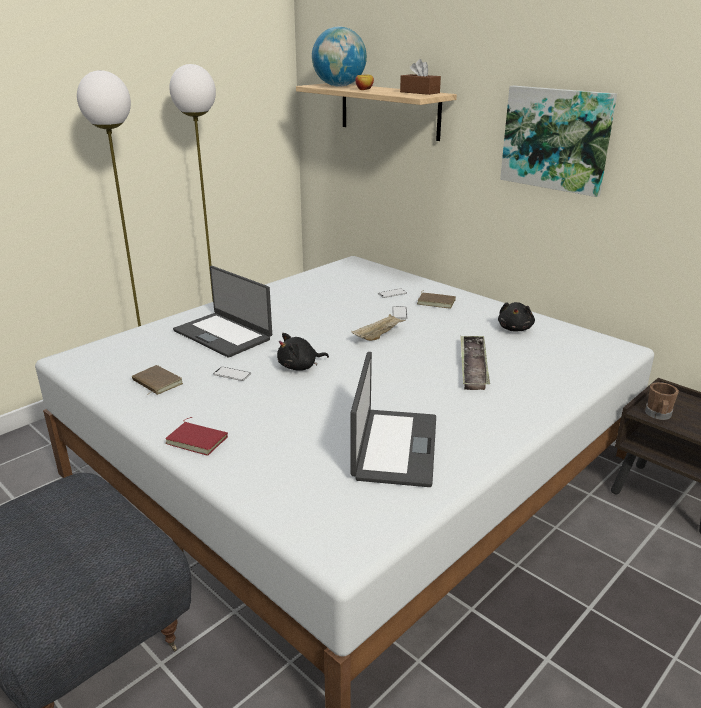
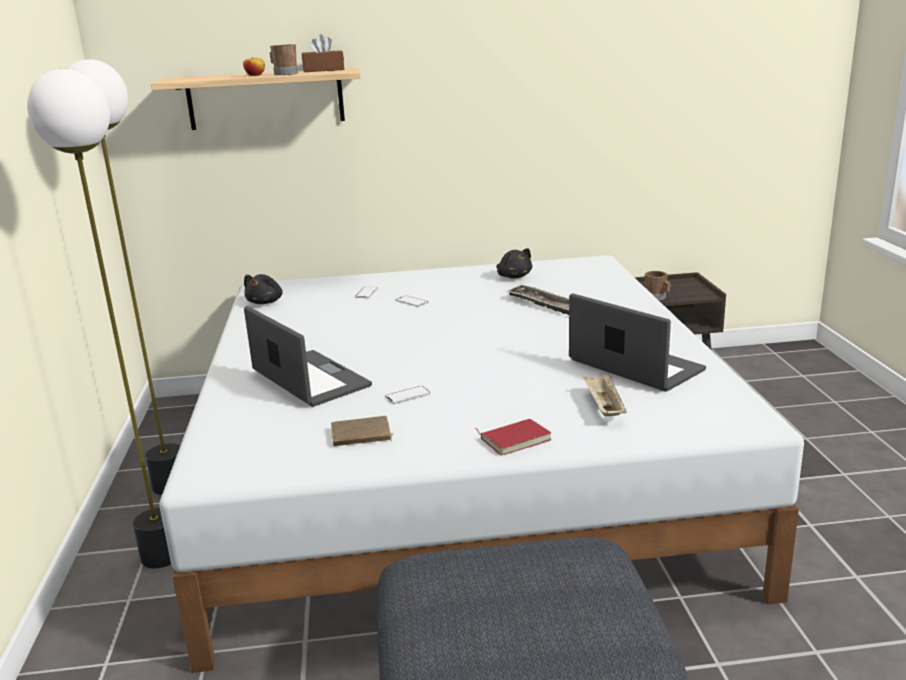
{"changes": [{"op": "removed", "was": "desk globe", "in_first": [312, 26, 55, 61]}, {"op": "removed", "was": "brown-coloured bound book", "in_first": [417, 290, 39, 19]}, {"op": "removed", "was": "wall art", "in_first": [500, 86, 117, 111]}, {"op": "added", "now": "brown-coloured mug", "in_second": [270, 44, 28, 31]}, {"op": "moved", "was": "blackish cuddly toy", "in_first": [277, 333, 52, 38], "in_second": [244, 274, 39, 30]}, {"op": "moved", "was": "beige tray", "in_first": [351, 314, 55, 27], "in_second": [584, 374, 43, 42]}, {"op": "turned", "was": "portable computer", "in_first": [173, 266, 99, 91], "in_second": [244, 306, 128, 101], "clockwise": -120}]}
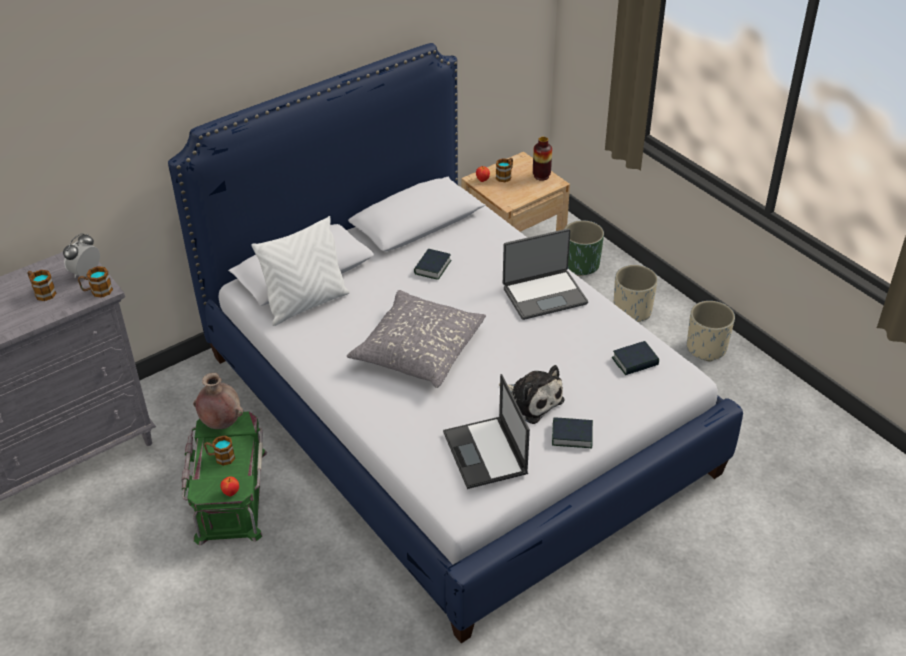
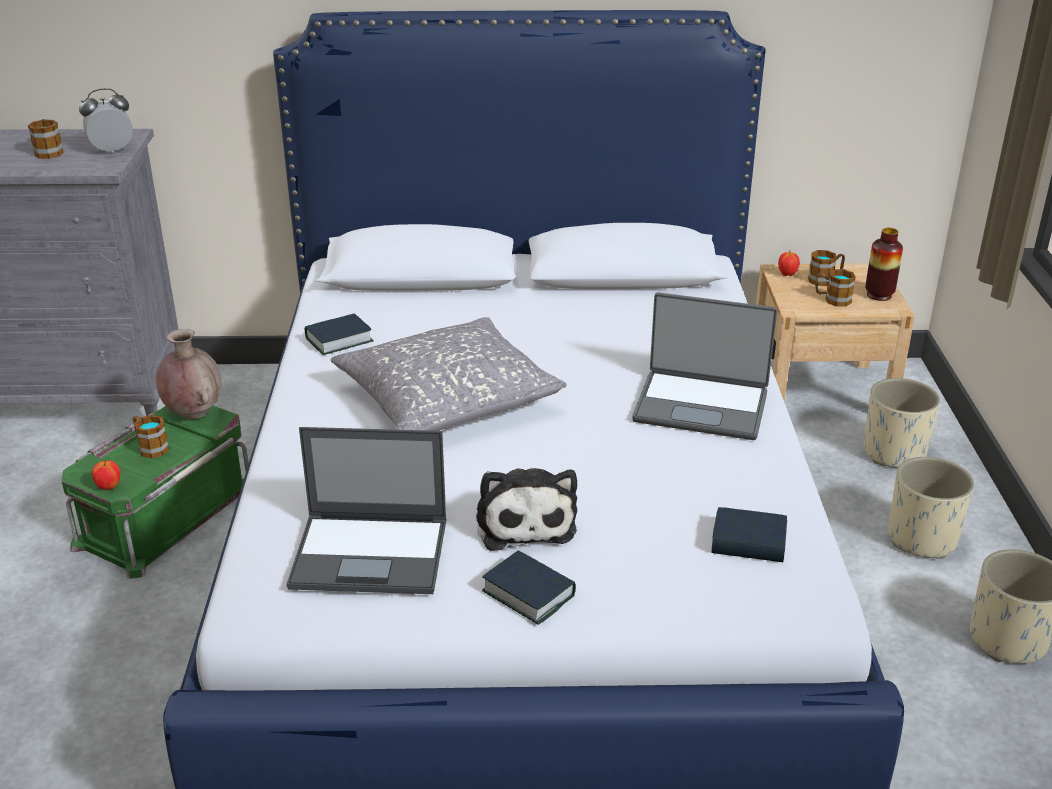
{"changes": [{"op": "removed", "was": "white-coloured cushion", "in_first": [252, 216, 98, 110]}, {"op": "moved", "was": "mug", "in_first": [78, 266, 35, 32], "in_second": [815, 269, 41, 37]}, {"op": "moved", "was": "bound book", "in_first": [414, 249, 38, 31], "in_second": [305, 313, 68, 42]}, {"op": "recoloured", "was": "greenish plant pot", "now": "beige plant pot", "in_first": [564, 220, 40, 56], "in_second": [864, 378, 76, 90]}, {"op": "turned", "was": "portable computer", "in_first": [443, 374, 87, 115], "in_second": [287, 427, 159, 167], "clockwise": -105}]}
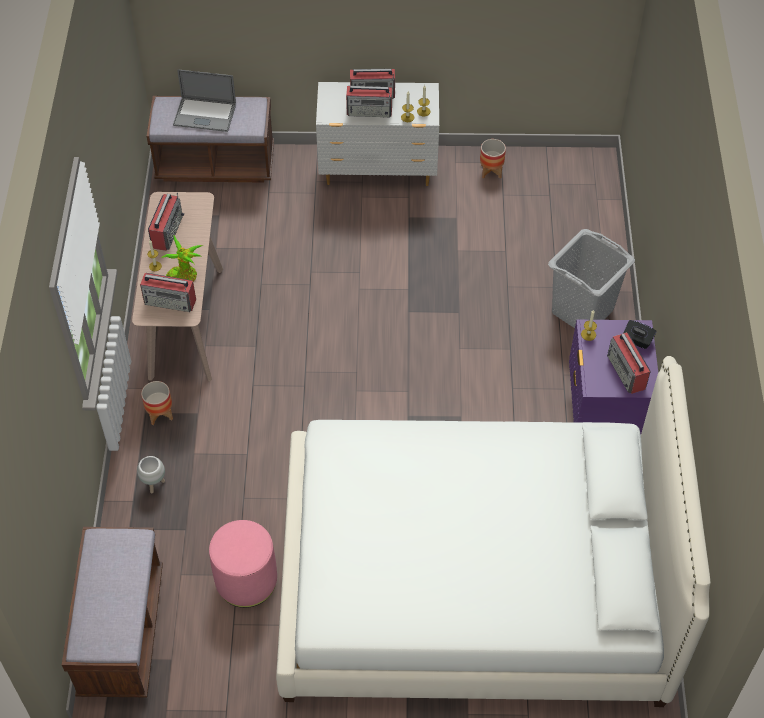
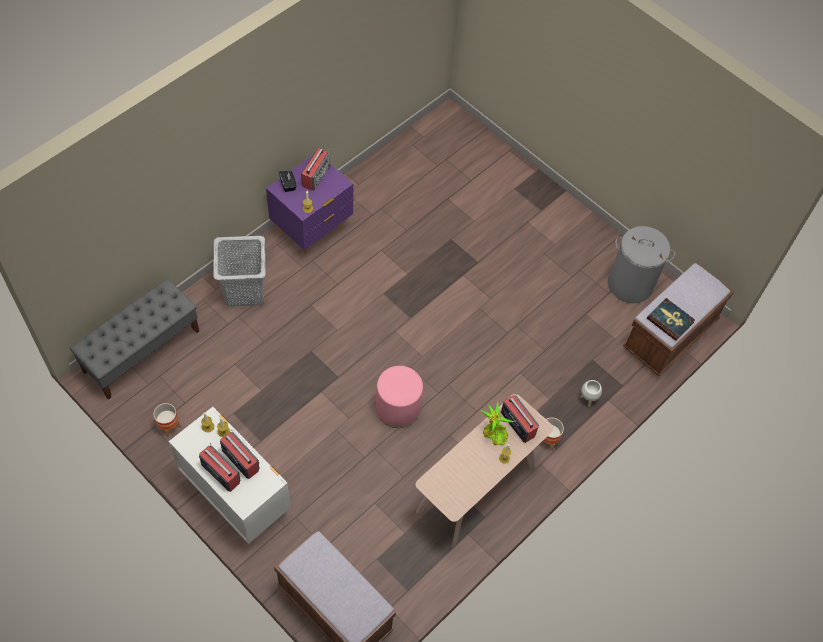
{"changes": [{"op": "removed", "was": "radio receiver", "in_first": [148, 193, 36, 58]}, {"op": "removed", "was": "portable computer", "in_first": [173, 69, 63, 63]}, {"op": "removed", "was": "white-coloured bedroom bed", "in_first": [276, 356, 434, 351]}, {"op": "added", "now": "grey bench", "in_second": [70, 279, 129, 121]}, {"op": "added", "now": "grey laundry basket", "in_second": [608, 226, 67, 77]}, {"op": "added", "now": "bound book", "in_second": [647, 298, 48, 43]}, {"op": "moved", "was": "pink-coloured ottoman", "in_first": [209, 520, 68, 88], "in_second": [376, 366, 47, 62]}]}
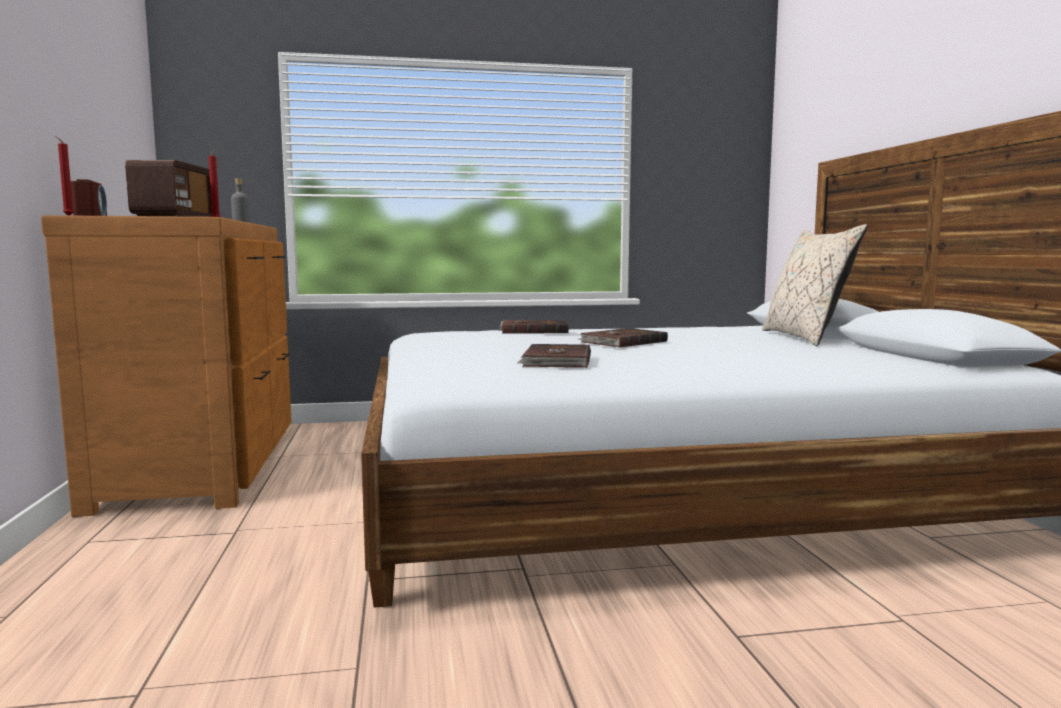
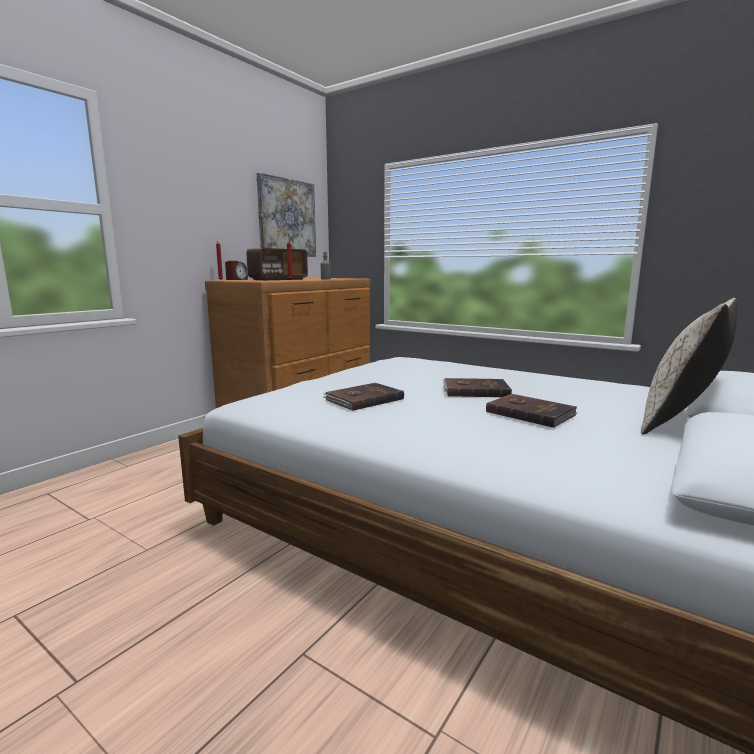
{"changes": [{"op": "added", "now": "wall art", "in_second": [256, 173, 60, 84]}, {"op": "moved", "was": "brown-coloured bound book", "in_first": [499, 319, 70, 14], "in_second": [486, 394, 91, 34]}]}
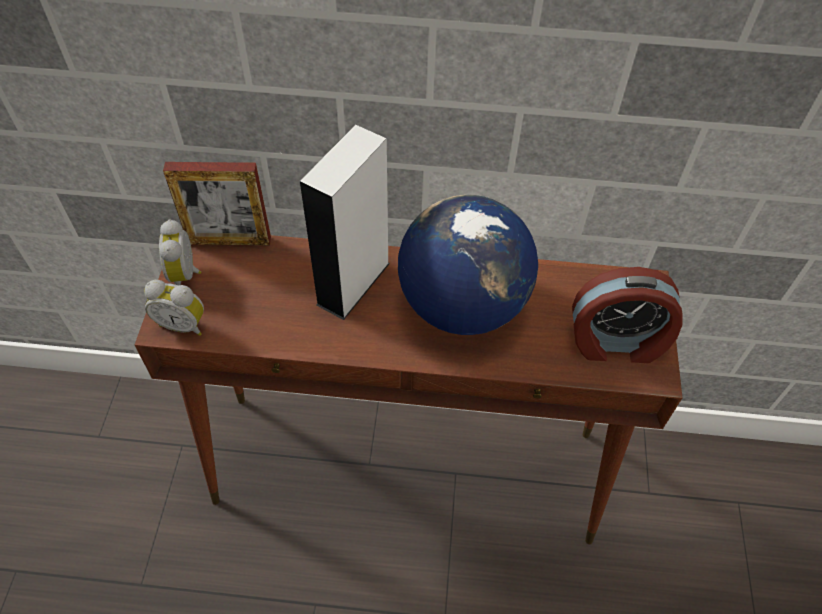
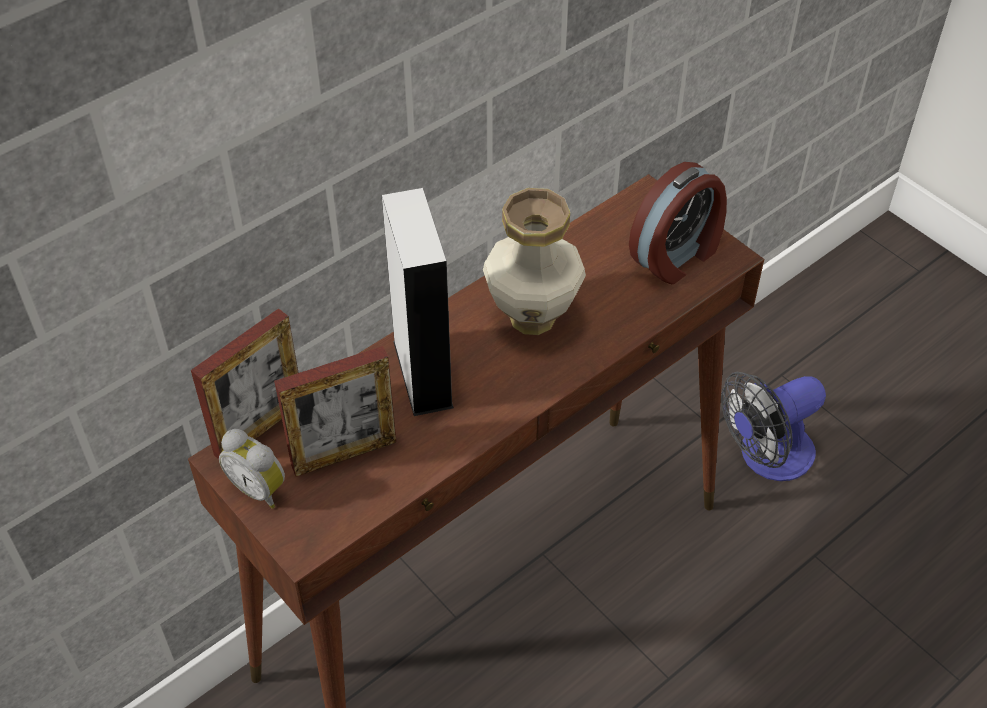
{"changes": [{"op": "removed", "was": "alarm clock", "in_first": [144, 280, 60, 56]}, {"op": "added", "now": "photo frame", "in_second": [274, 346, 122, 131]}, {"op": "added", "now": "cooling fan", "in_second": [721, 372, 105, 109]}, {"op": "replaced", "was": "desk globe", "now": "vase", "in_first": [398, 195, 140, 140], "in_second": [483, 188, 103, 147]}]}
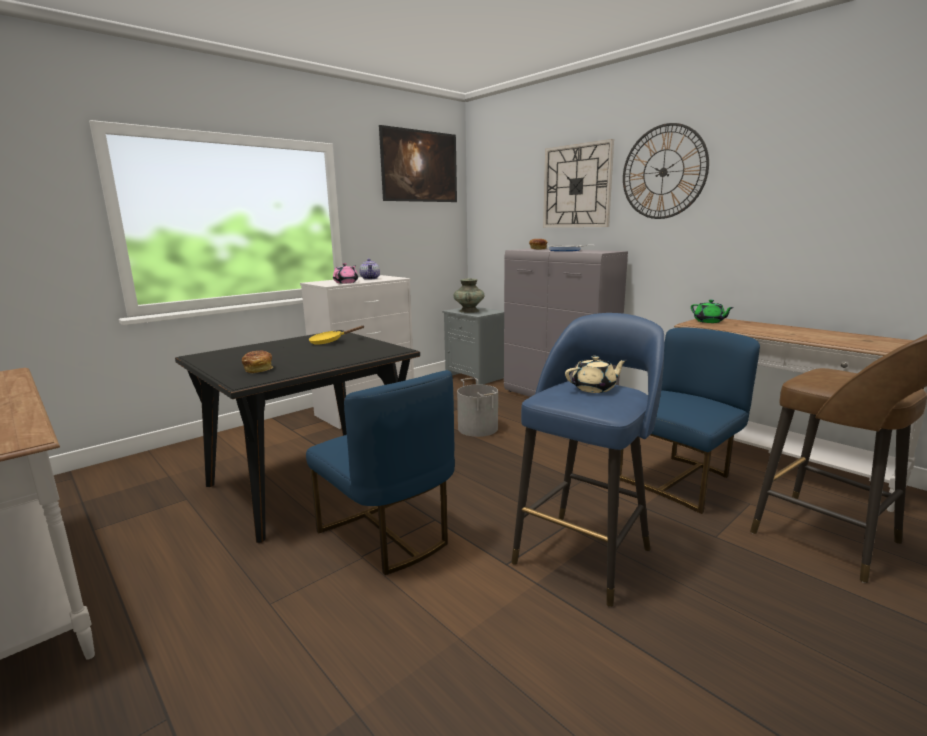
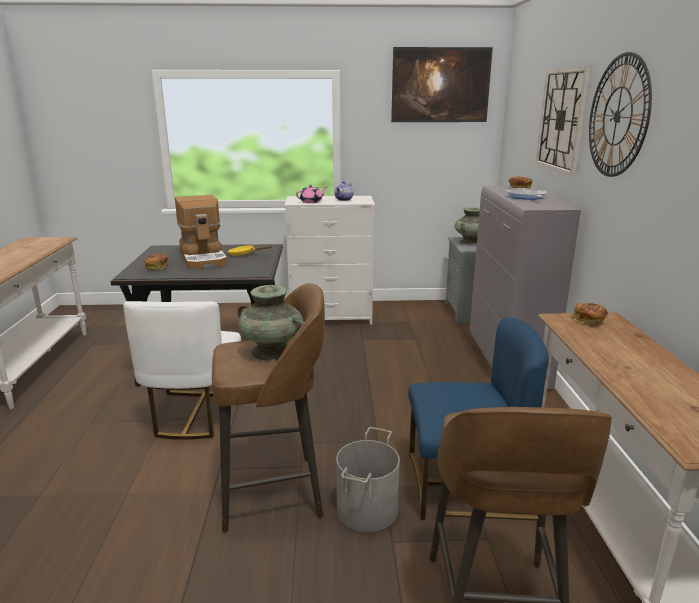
{"changes": [{"op": "added", "now": "coffee machine", "in_second": [175, 195, 52, 74]}, {"op": "moved", "was": "grey pail", "in_first": [457, 378, 41, 59], "in_second": [336, 427, 64, 105]}, {"op": "replaced", "was": "beige tea pot", "now": "blue-green vase", "in_first": [565, 356, 62, 37], "in_second": [237, 285, 67, 76]}, {"op": "replaced", "was": "greenish tea pot", "now": "baked bread", "in_first": [691, 300, 43, 23], "in_second": [574, 303, 34, 22]}, {"op": "recoloured", "was": "blue plain chair", "now": "white-coloured plain chair", "in_first": [306, 370, 149, 205], "in_second": [123, 301, 118, 139]}, {"op": "recoloured", "was": "blue sitting stool", "now": "brown-coloured sitting stool", "in_first": [511, 313, 154, 294], "in_second": [212, 283, 113, 250]}]}
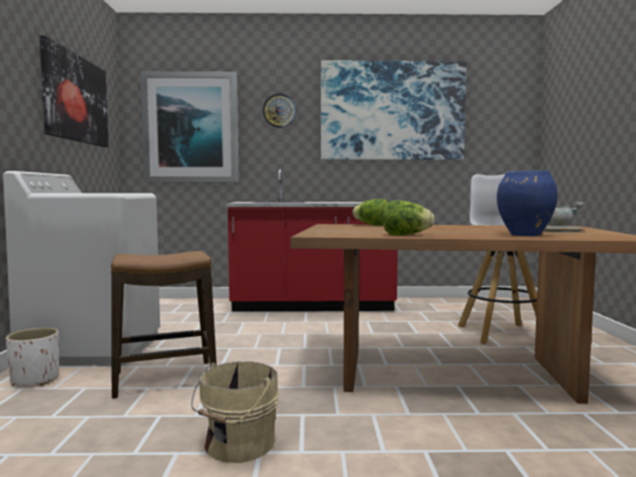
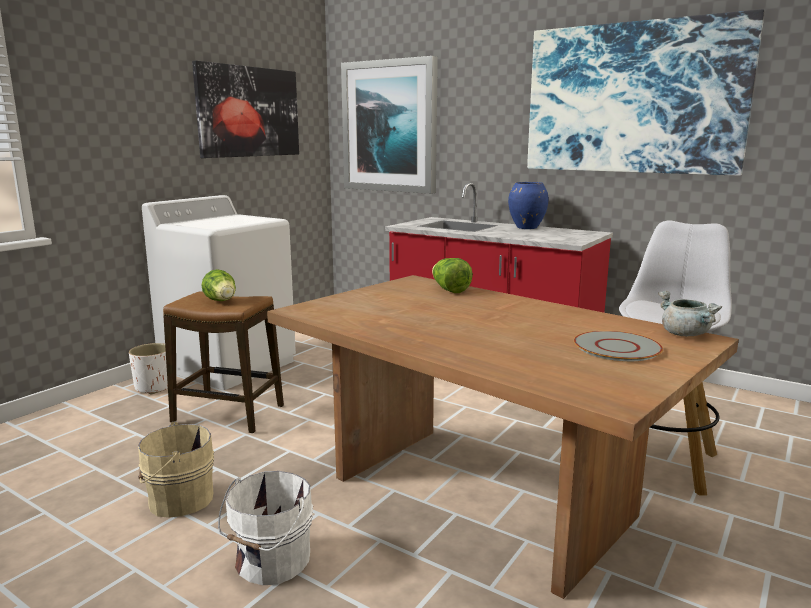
{"changes": [{"op": "removed", "was": "wall clock", "in_first": [263, 94, 33, 34]}, {"op": "added", "now": "white-coloured pail", "in_second": [218, 471, 95, 114]}, {"op": "moved", "was": "head of lettuce", "in_first": [383, 200, 52, 36], "in_second": [201, 269, 35, 32]}, {"op": "moved", "was": "blue vase", "in_first": [497, 170, 61, 66], "in_second": [508, 182, 41, 47]}]}
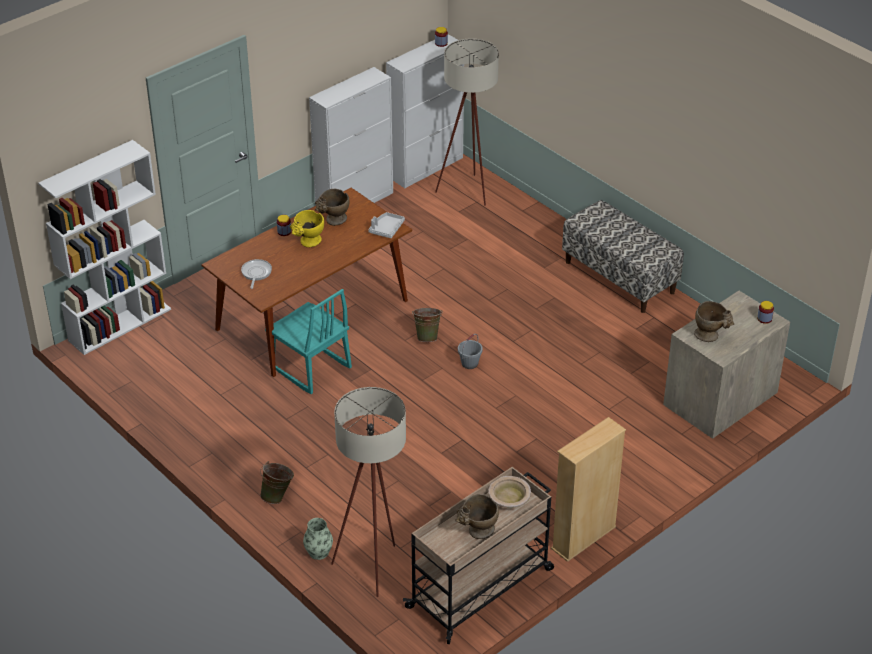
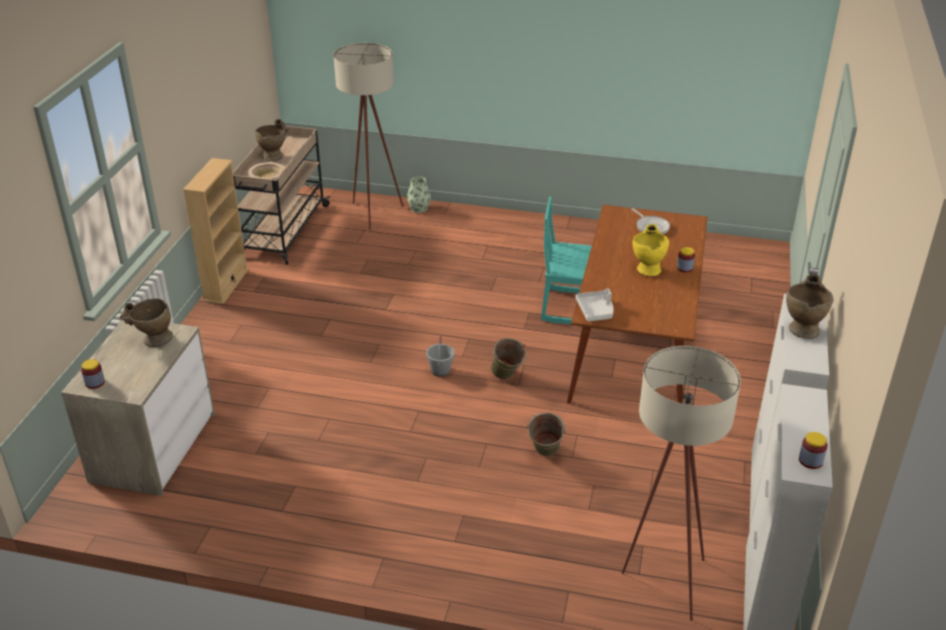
{"changes": [{"op": "removed", "was": "white-coloured bookshelf", "in_first": [38, 140, 133, 215]}, {"op": "removed", "was": "bench", "in_first": [562, 200, 122, 113]}, {"op": "moved", "was": "greenish pail", "in_first": [260, 461, 34, 43], "in_second": [527, 413, 39, 43]}, {"op": "moved", "was": "beige vase", "in_first": [315, 189, 34, 37], "in_second": [786, 274, 47, 65]}]}
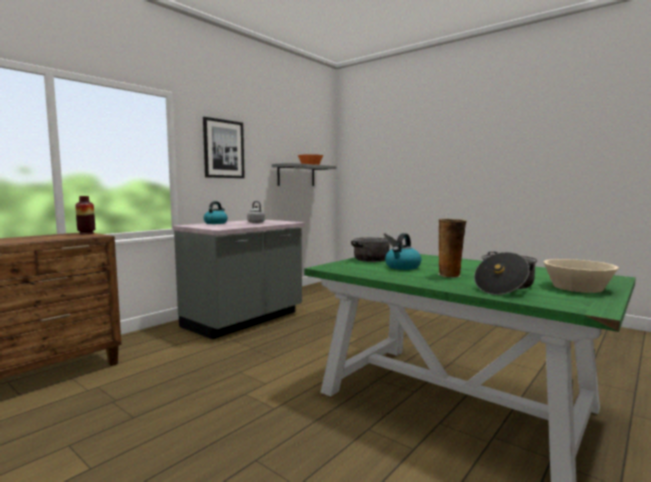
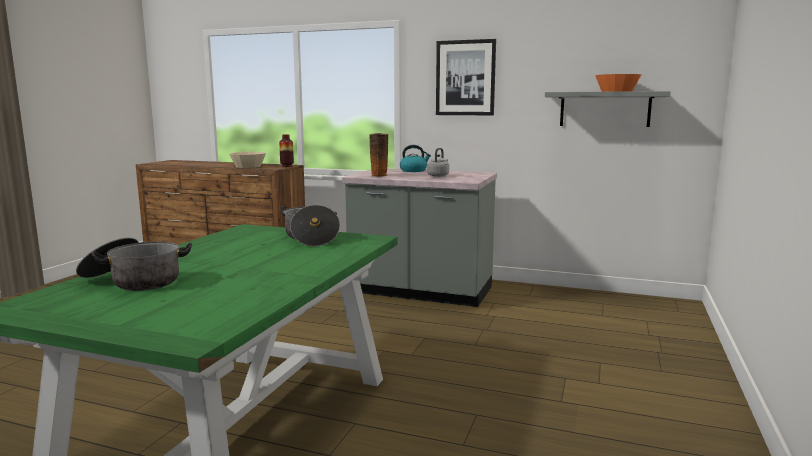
{"changes": [{"op": "removed", "was": "tea kettle", "in_first": [385, 233, 36, 37]}, {"op": "moved", "was": "vase", "in_first": [438, 219, 29, 59], "in_second": [369, 133, 20, 44]}, {"op": "moved", "was": "beige serving bowl", "in_first": [543, 259, 76, 34], "in_second": [229, 152, 37, 16]}]}
